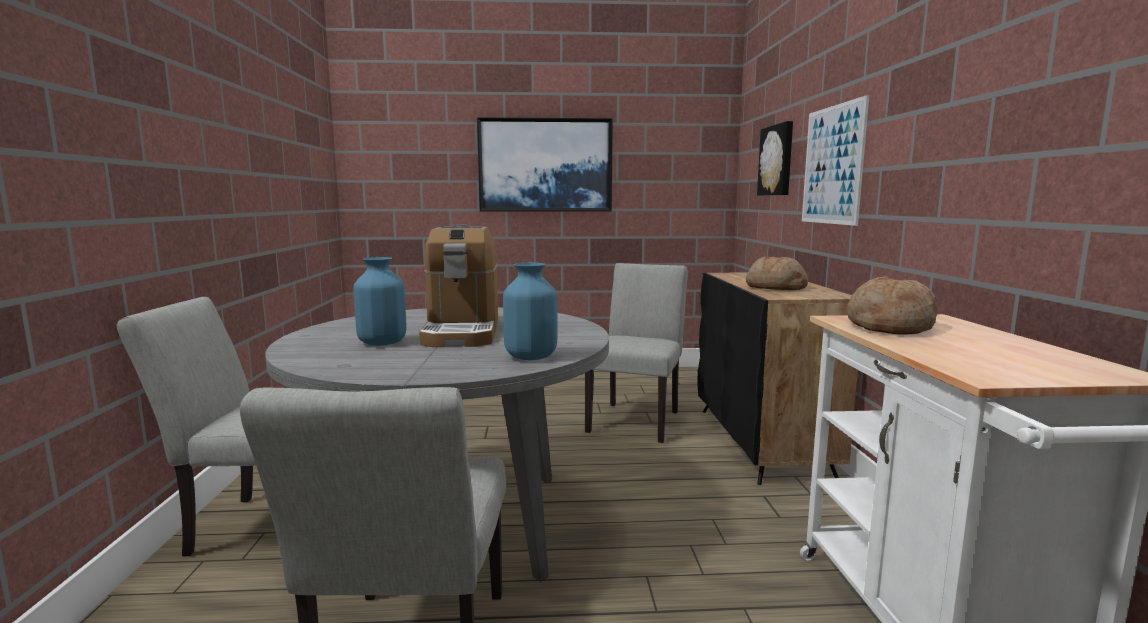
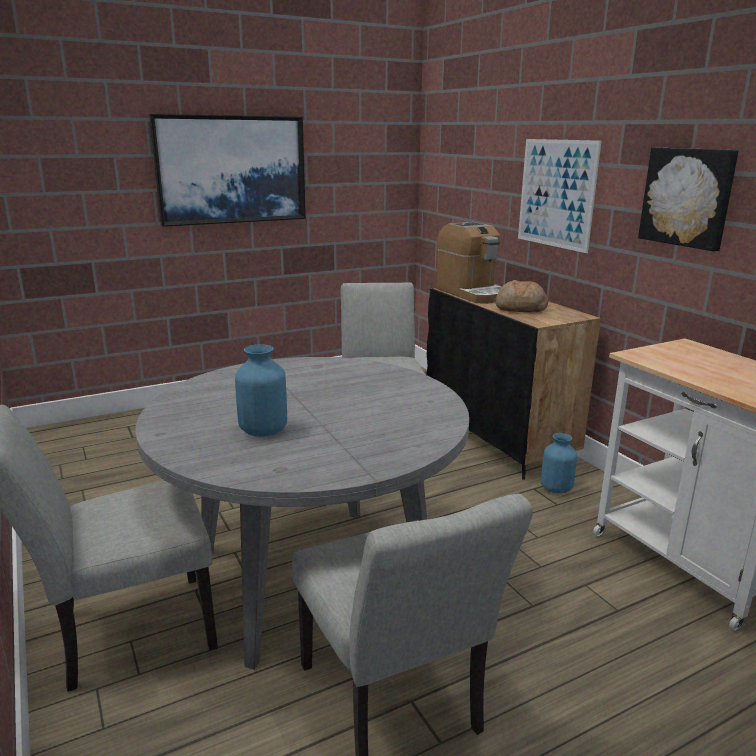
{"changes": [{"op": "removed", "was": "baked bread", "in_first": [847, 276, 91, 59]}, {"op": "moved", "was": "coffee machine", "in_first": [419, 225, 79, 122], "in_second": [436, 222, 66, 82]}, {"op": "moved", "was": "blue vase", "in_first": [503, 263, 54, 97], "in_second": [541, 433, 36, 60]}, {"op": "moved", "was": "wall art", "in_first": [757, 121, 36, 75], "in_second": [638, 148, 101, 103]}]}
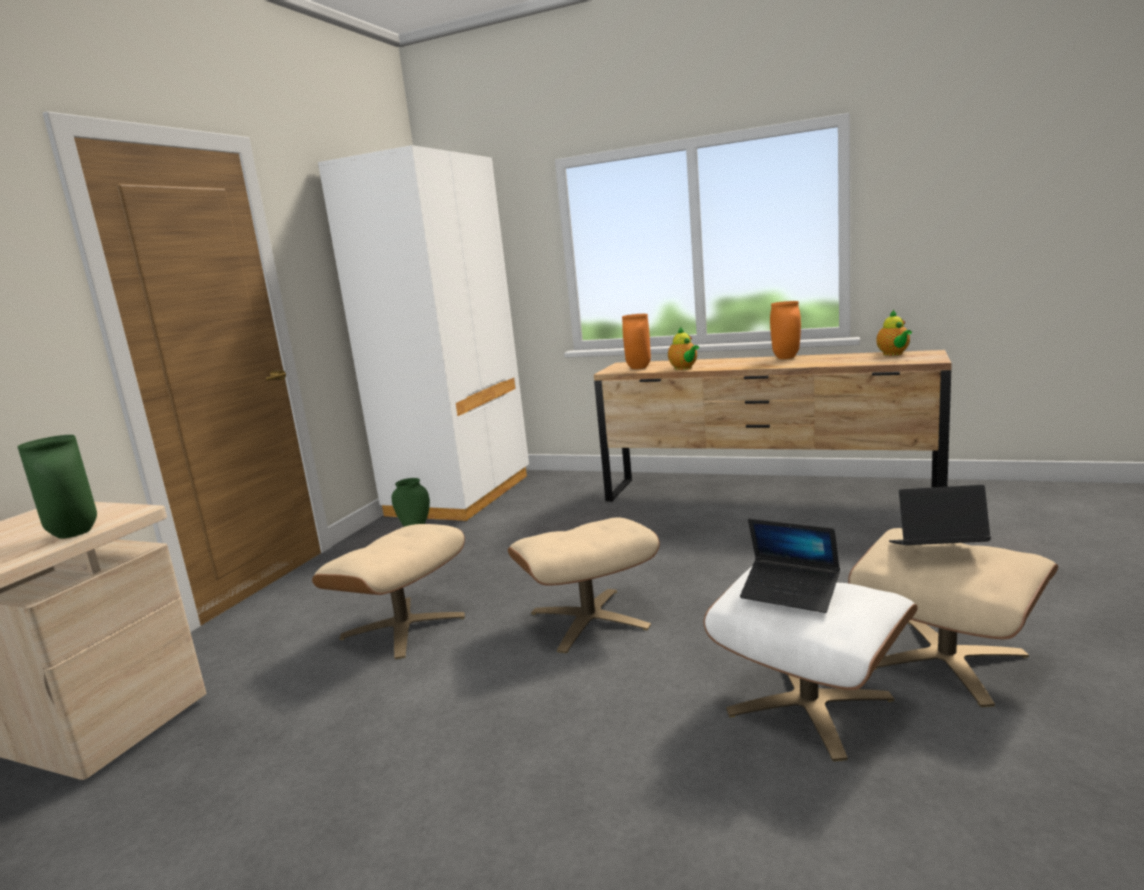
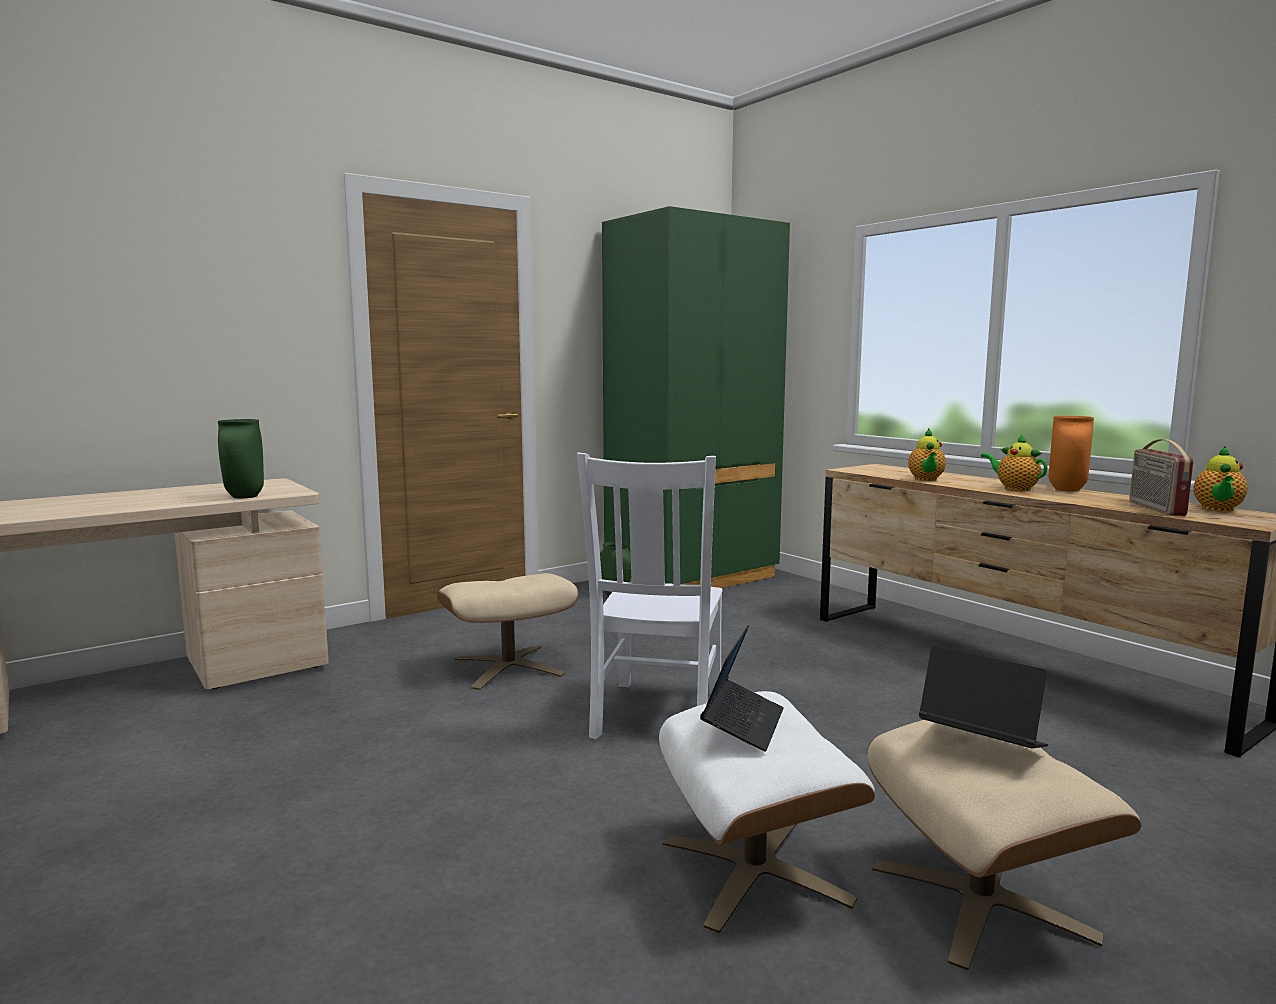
{"changes": [{"op": "removed", "was": "orangey vase", "in_first": [622, 314, 29, 55]}, {"op": "added", "now": "tea pot", "in_second": [981, 434, 67, 57]}, {"op": "added", "now": "radio receiver", "in_second": [1130, 439, 63, 77]}, {"op": "replaced", "was": "beige ottoman", "now": "white-coloured plain chair", "in_first": [508, 517, 152, 136], "in_second": [577, 453, 146, 286]}, {"op": "recoloured", "was": "white-coloured clothes cupboard", "now": "greenish clothes cupboard", "in_first": [318, 145, 211, 376], "in_second": [602, 206, 188, 382]}, {"op": "turned", "was": "portable computer", "in_first": [740, 518, 100, 95], "in_second": [700, 625, 84, 127], "clockwise": -135}]}
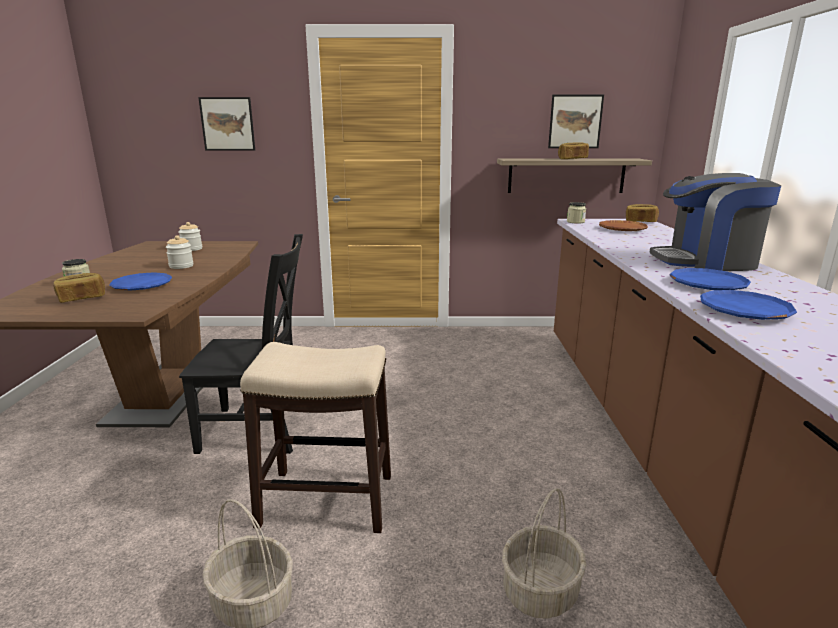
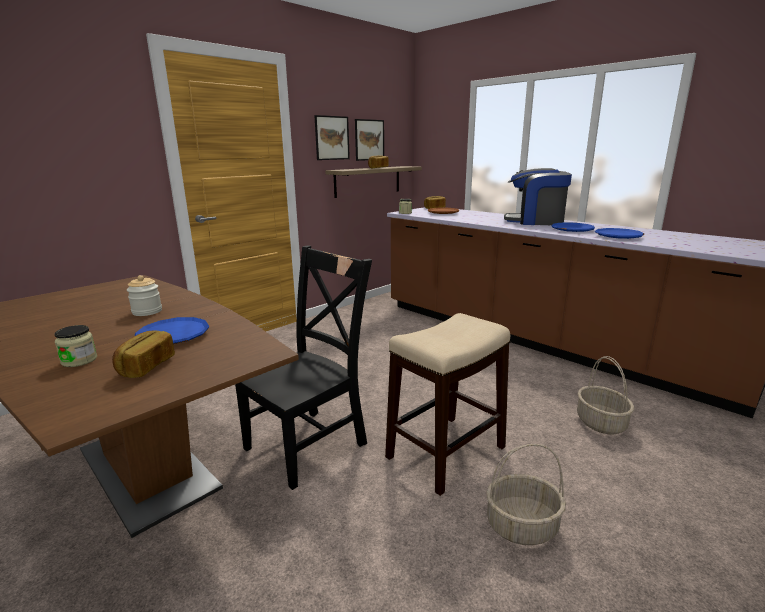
{"changes": [{"op": "removed", "was": "jar", "in_first": [178, 222, 24, 29]}, {"op": "moved", "was": "wall art", "in_first": [198, 97, 57, 54], "in_second": [314, 115, 36, 45]}, {"op": "turned", "was": "coffee machine", "in_first": [650, 173, 131, 98], "in_second": [504, 168, 68, 57], "clockwise": 60}]}
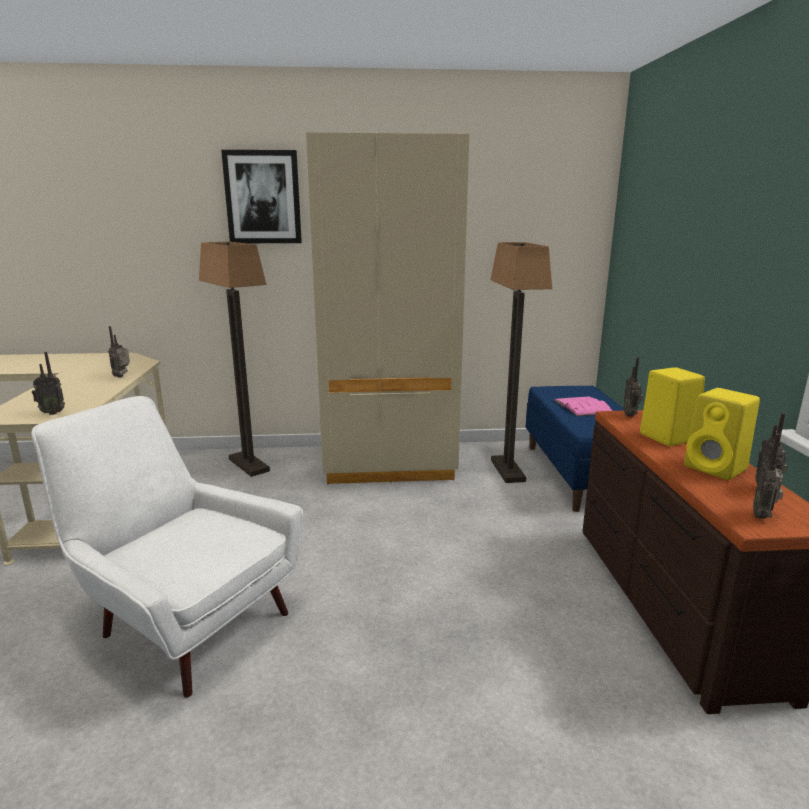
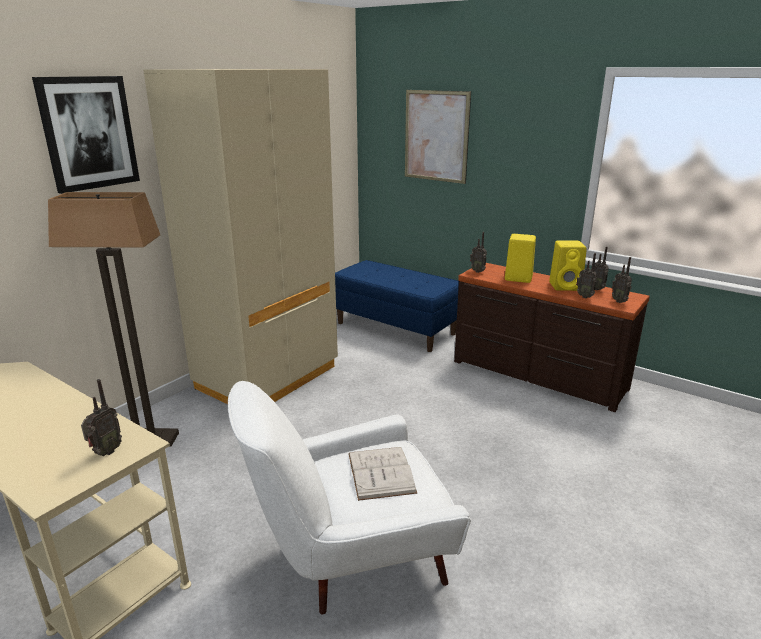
{"changes": [{"op": "removed", "was": "floor lamp", "in_first": [490, 242, 62, 241]}, {"op": "removed", "was": "pink-coloured bound book", "in_first": [554, 396, 59, 20]}, {"op": "added", "now": "white-coloured bound book", "in_second": [348, 447, 69, 54]}, {"op": "added", "now": "wall art", "in_second": [405, 90, 66, 94]}, {"op": "moved", "was": "radio receiver", "in_first": [108, 326, 22, 51], "in_second": [576, 253, 21, 45]}]}
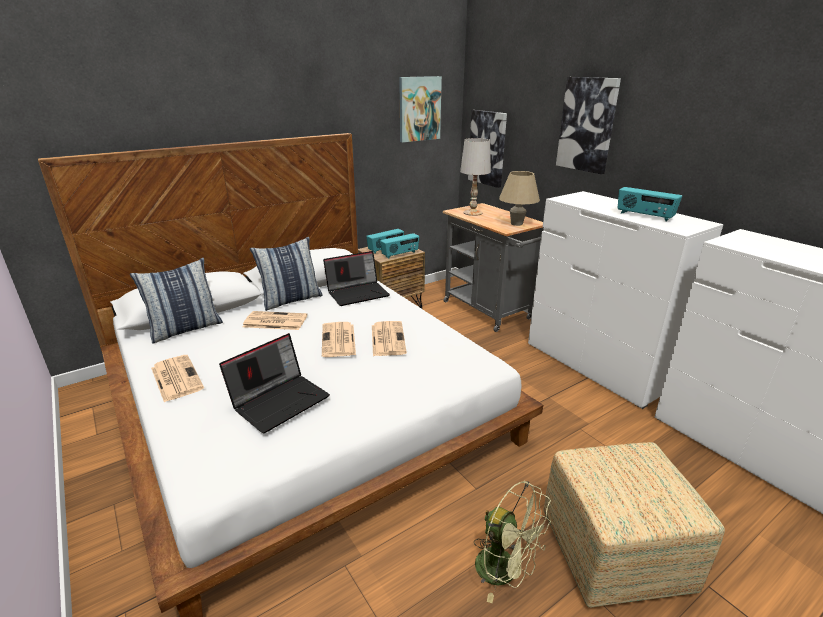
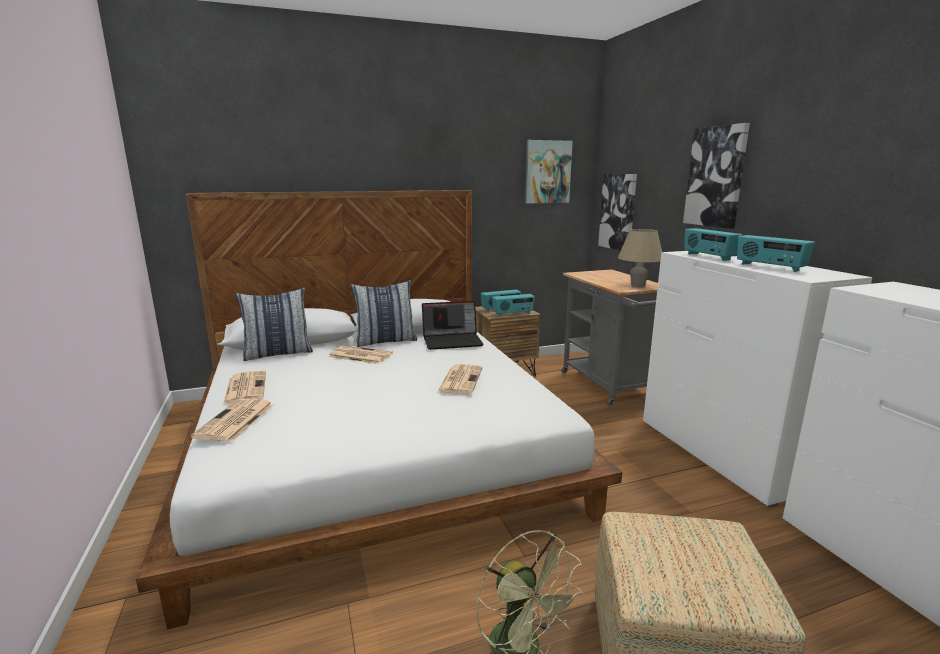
{"changes": [{"op": "removed", "was": "portable computer", "in_first": [219, 333, 111, 100]}, {"op": "removed", "was": "white-coloured lamp for a table", "in_first": [460, 138, 31, 78]}, {"op": "added", "now": "radio receiver", "in_second": [684, 228, 58, 33]}, {"op": "moved", "was": "daily paper", "in_first": [322, 322, 34, 35], "in_second": [191, 399, 82, 43]}]}
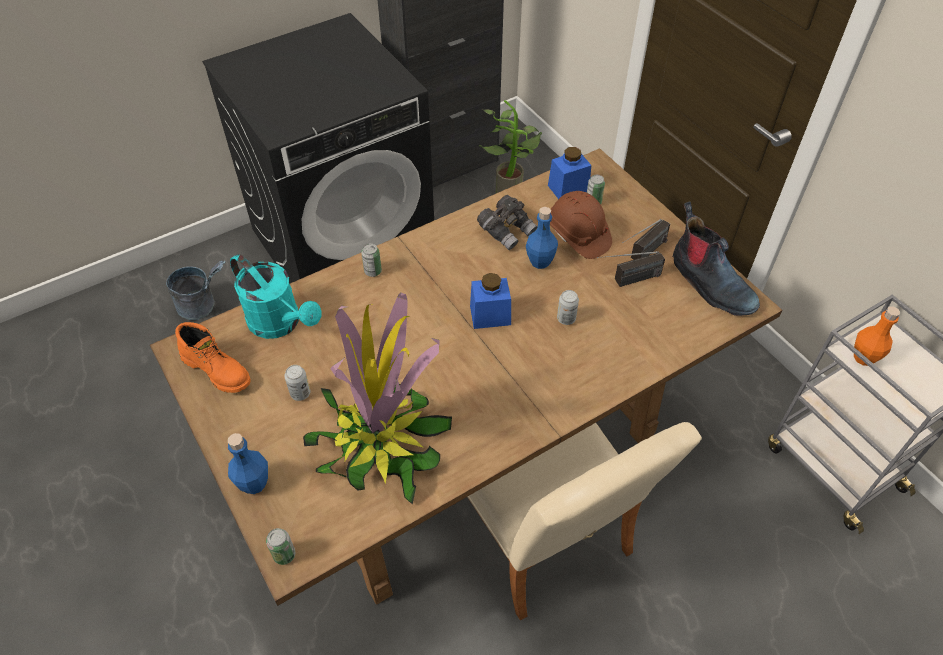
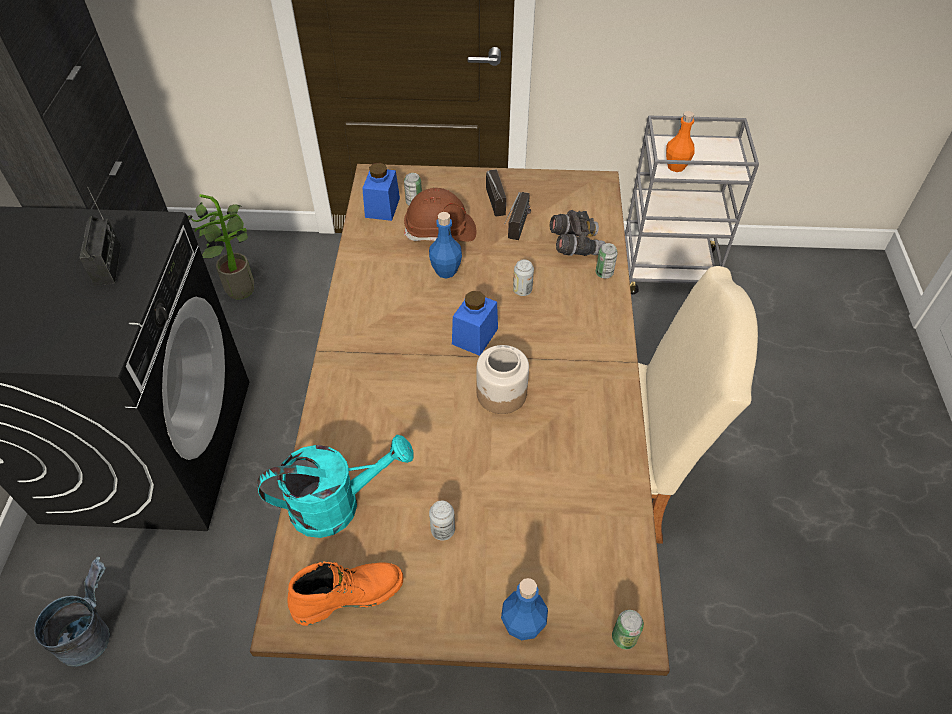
{"changes": [{"op": "removed", "was": "houseplant", "in_first": [303, 292, 149, 213]}, {"op": "removed", "was": "tall boot", "in_first": [673, 201, 87, 115]}, {"op": "added", "now": "radio receiver", "in_second": [79, 187, 42, 99]}, {"op": "added", "now": "jar", "in_second": [477, 345, 52, 69]}, {"op": "moved", "was": "sealed can", "in_first": [361, 243, 21, 34], "in_second": [596, 243, 22, 36]}, {"op": "moved", "was": "grey binoculars", "in_first": [477, 195, 60, 55], "in_second": [549, 210, 57, 46]}]}
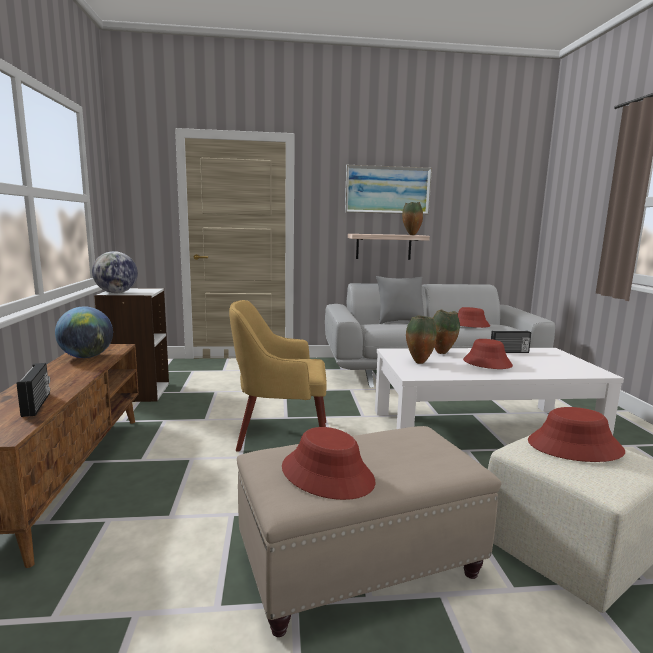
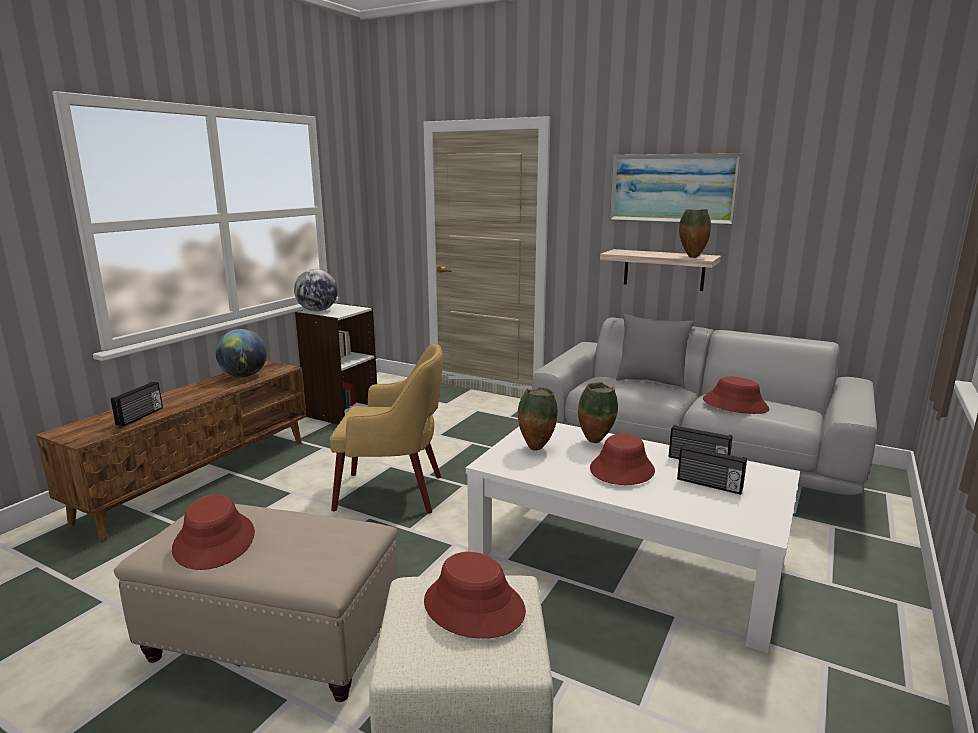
{"changes": [{"op": "added", "now": "radio receiver", "in_second": [677, 444, 70, 51]}, {"op": "turned", "was": "yellow lounge chair", "in_first": [229, 300, 98, 152], "in_second": [330, 344, 113, 169], "clockwise": 150}]}
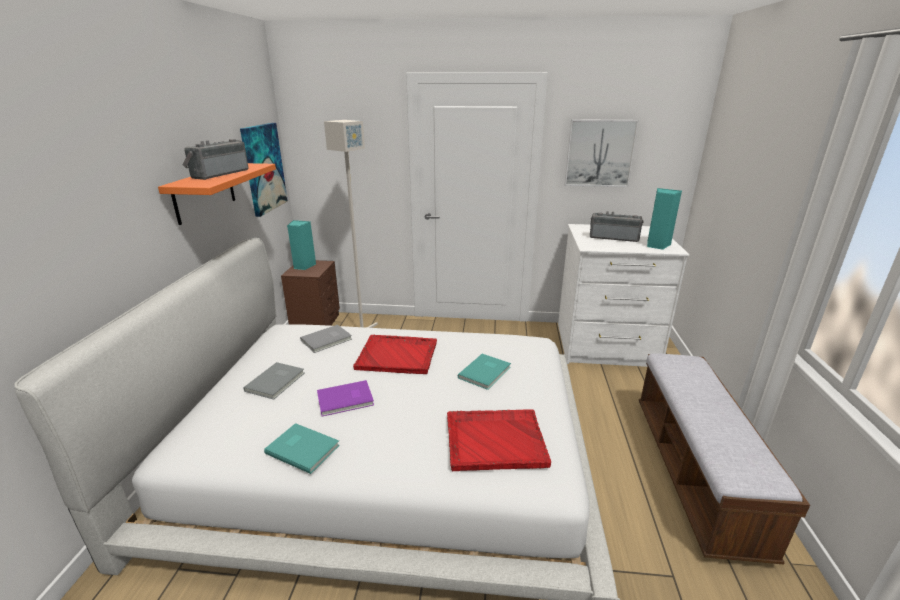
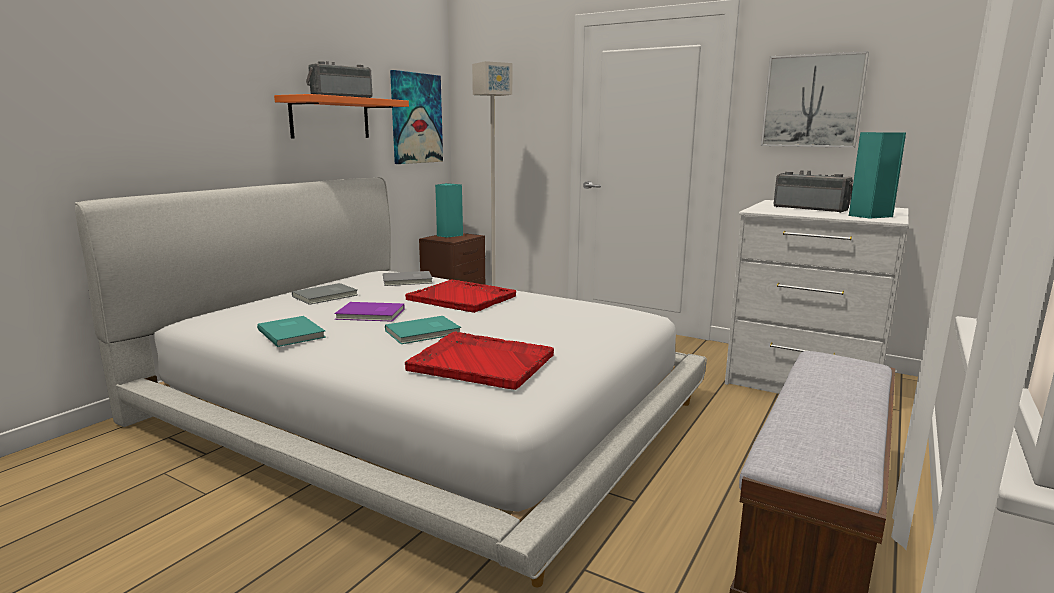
{"changes": [{"op": "moved", "was": "blue-green bound book", "in_first": [458, 354, 53, 36], "in_second": [385, 316, 76, 28]}]}
